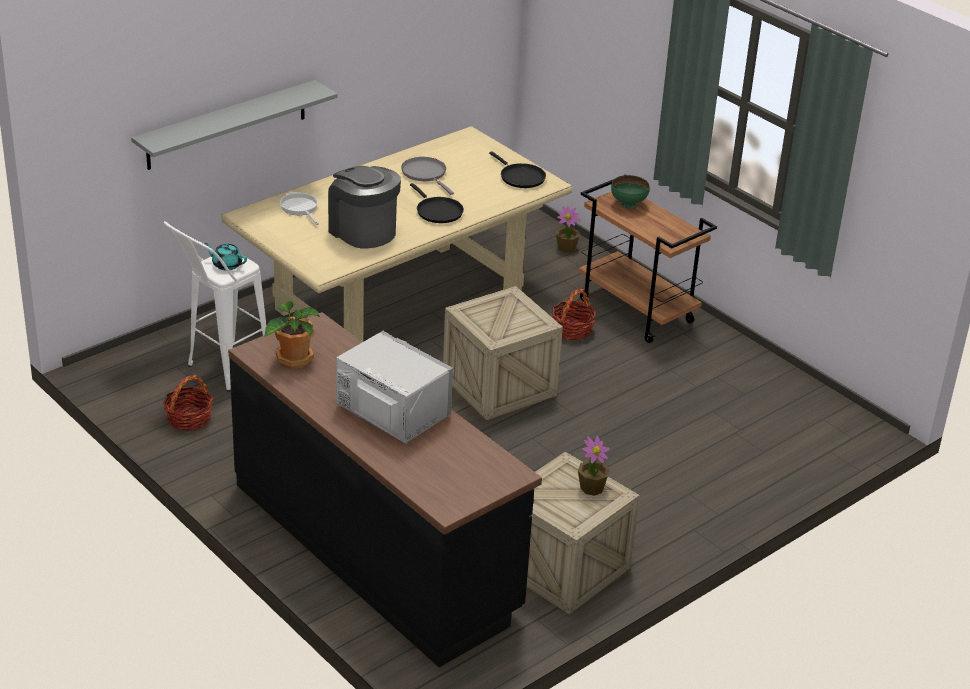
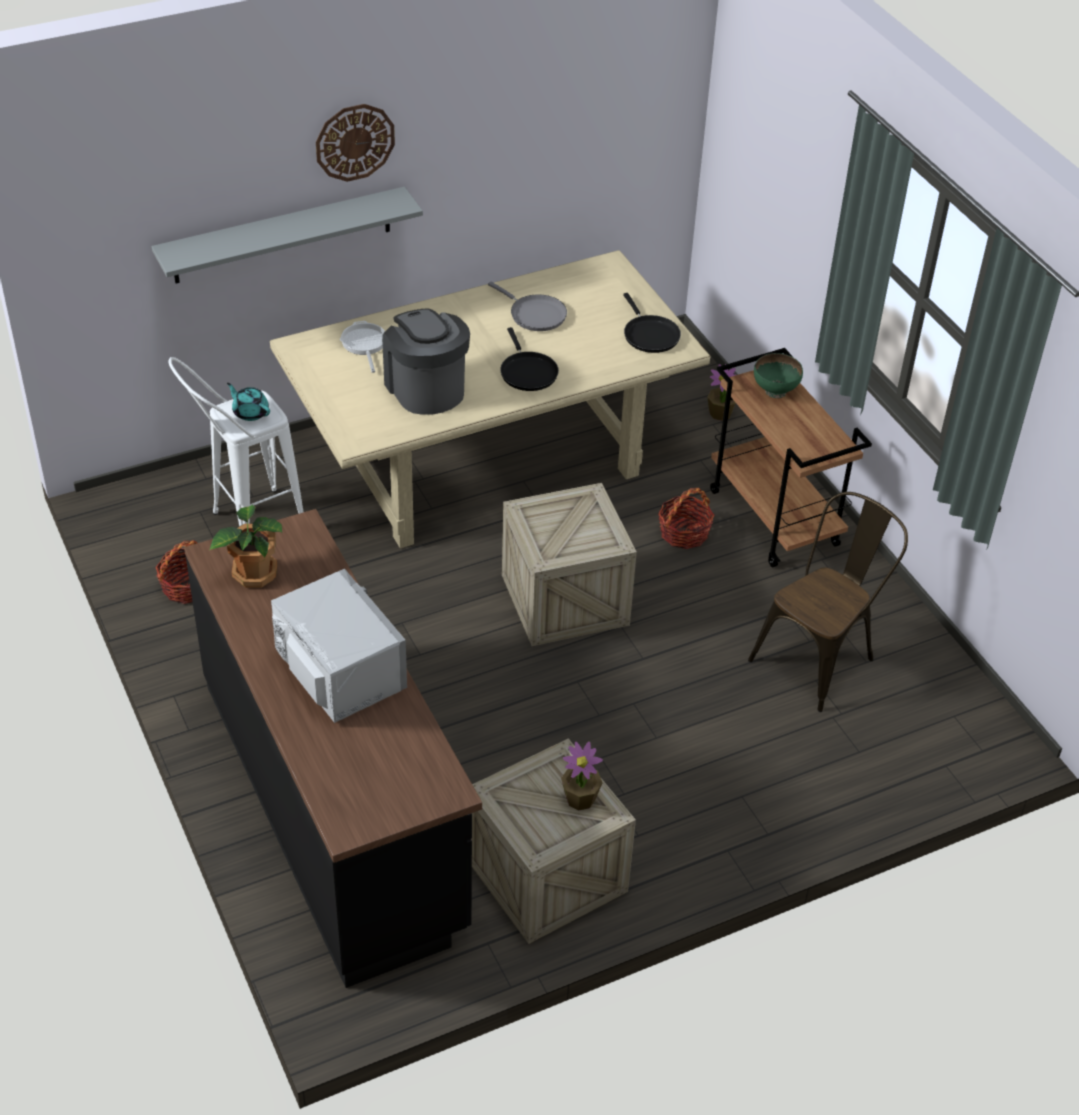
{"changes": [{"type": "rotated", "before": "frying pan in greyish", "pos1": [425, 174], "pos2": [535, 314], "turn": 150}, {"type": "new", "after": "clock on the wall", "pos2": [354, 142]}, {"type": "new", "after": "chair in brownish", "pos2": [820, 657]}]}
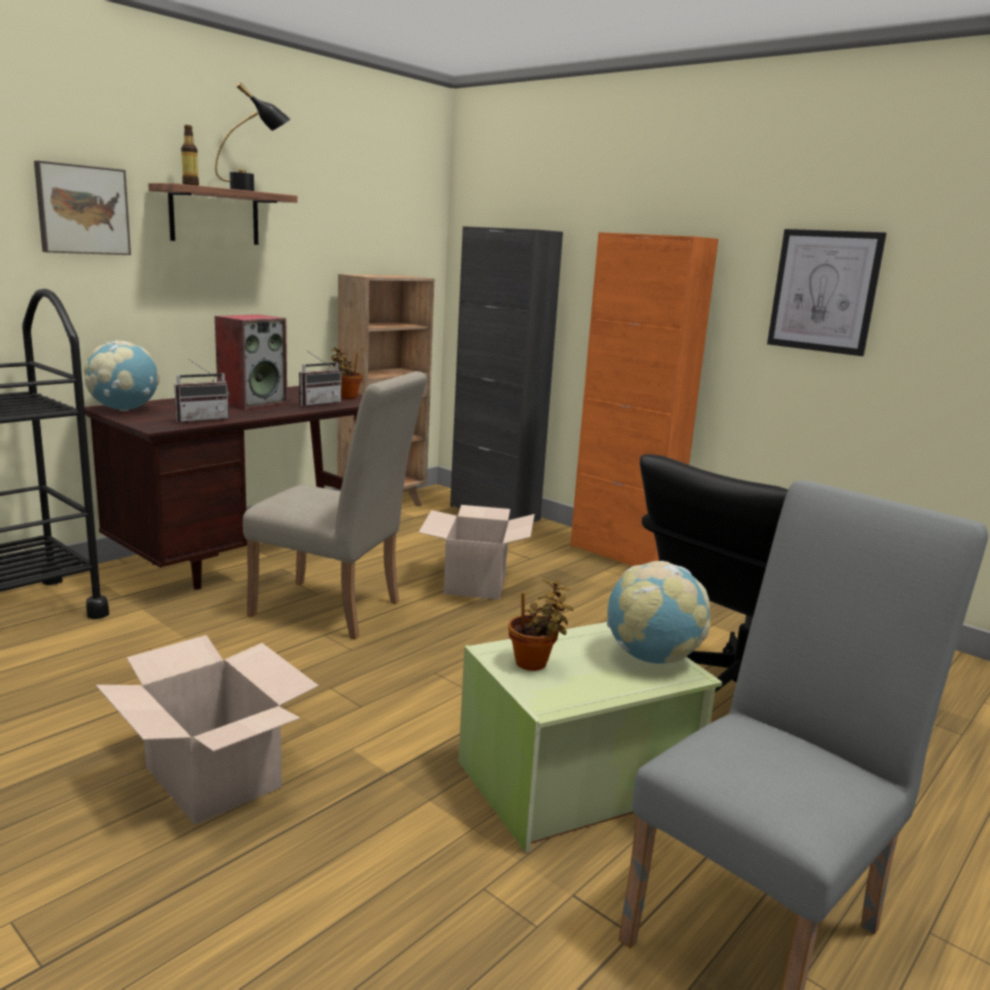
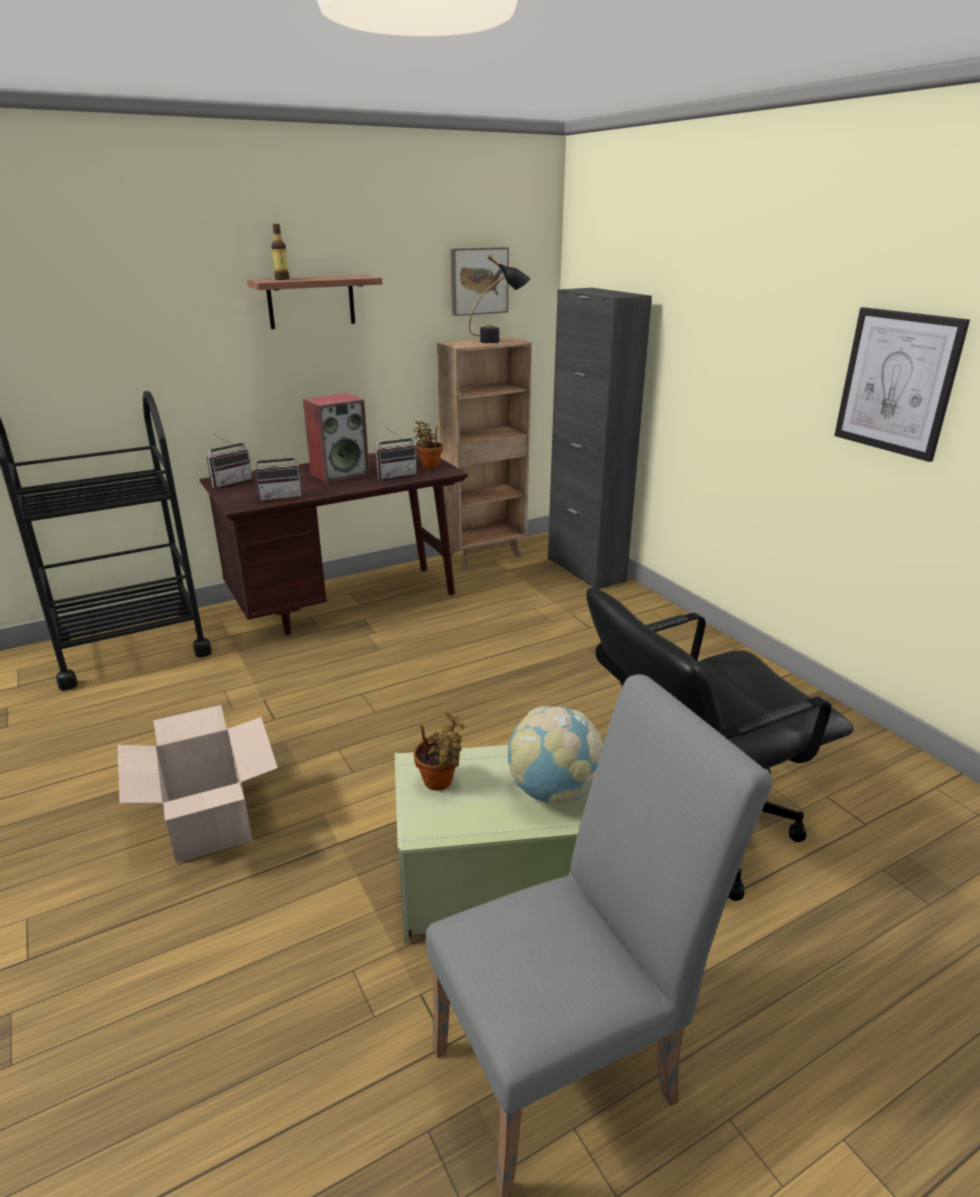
{"changes": [{"type": "shifted", "before": "wall art", "pos1": [82, 210], "pos2": [478, 281]}, {"type": "swapped", "before": "world globe", "after": "radio", "pos1": [124, 409], "pos2": [230, 482]}, {"type": "shifted", "before": "table lamp in black", "pos1": [254, 191], "pos2": [499, 341]}, {"type": "gone", "before": "chair in sand-coloured", "pos1": [335, 611]}, {"type": "gone", "before": "carton", "pos1": [476, 583]}, {"type": "gone", "before": "cupboard in orange-coloured", "pos1": [622, 554]}]}
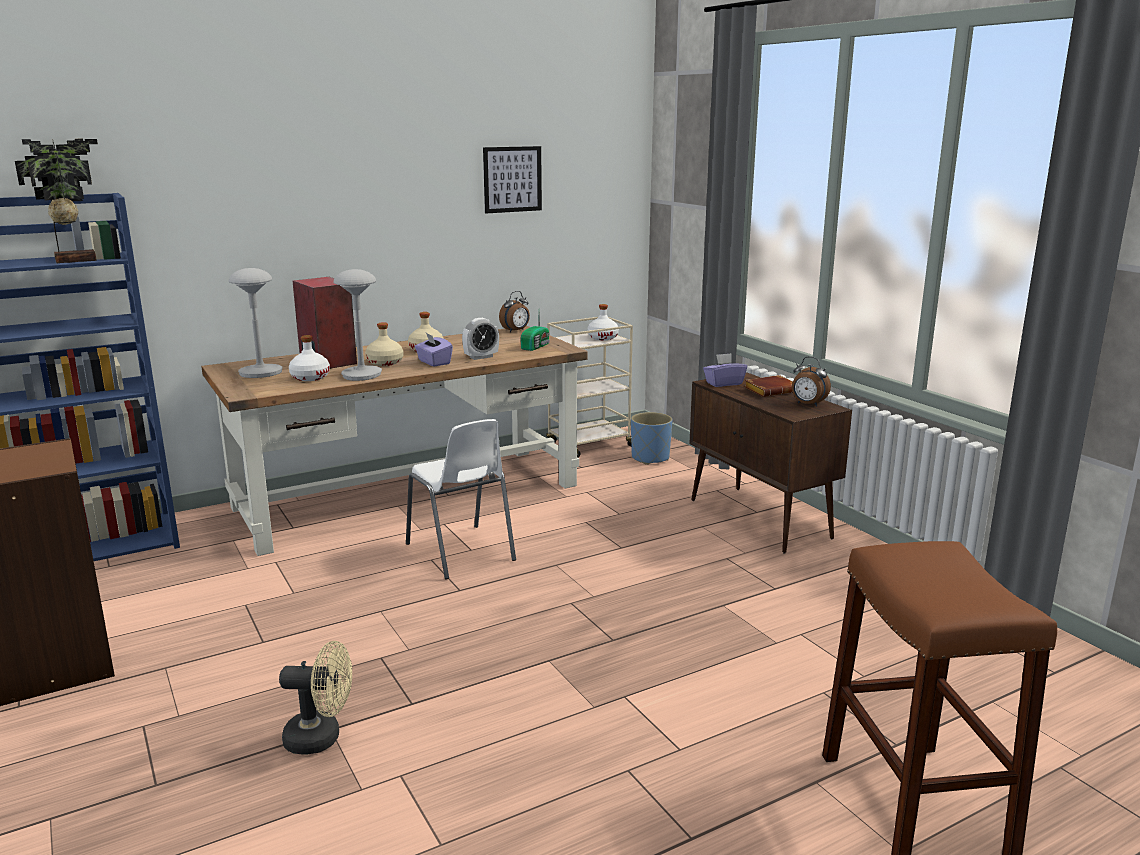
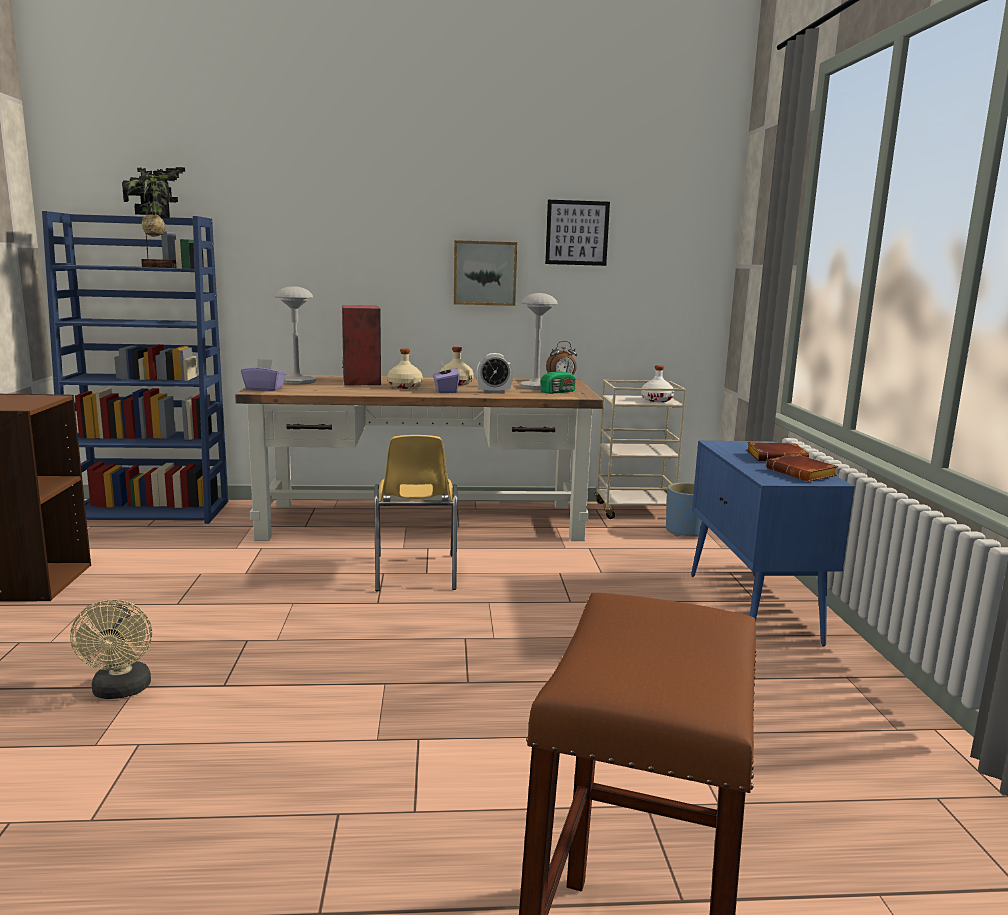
{"changes": [{"type": "rotated", "before": "electric fan in sand-coloured", "pos1": [321, 738], "pos2": [121, 691], "turn": 45}, {"type": "gone", "before": "beverage bottle in white-coloured", "pos1": [310, 377]}, {"type": "shifted", "before": "table lamp in greyish", "pos1": [362, 375], "pos2": [536, 387]}, {"type": "repainted", "before": "chair in white-coloured", "after": "chair in yellowish", "pos1": [461, 552], "pos2": [415, 573]}, {"type": "repainted", "before": "cupboard in brownish", "after": "cupboard in blue", "pos1": [760, 519], "pos2": [752, 608]}, {"type": "shifted", "before": "tissue box in purplish", "pos1": [723, 383], "pos2": [264, 389]}, {"type": "swapped", "before": "alarm clock", "after": "book in brownish", "pos1": [807, 404], "pos2": [803, 474]}, {"type": "new", "after": "wall art", "pos2": [484, 273]}]}
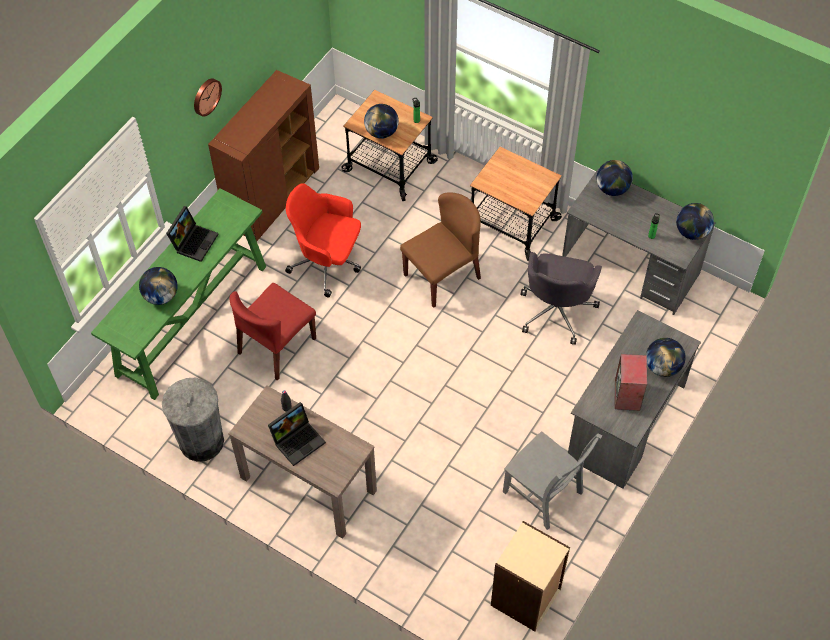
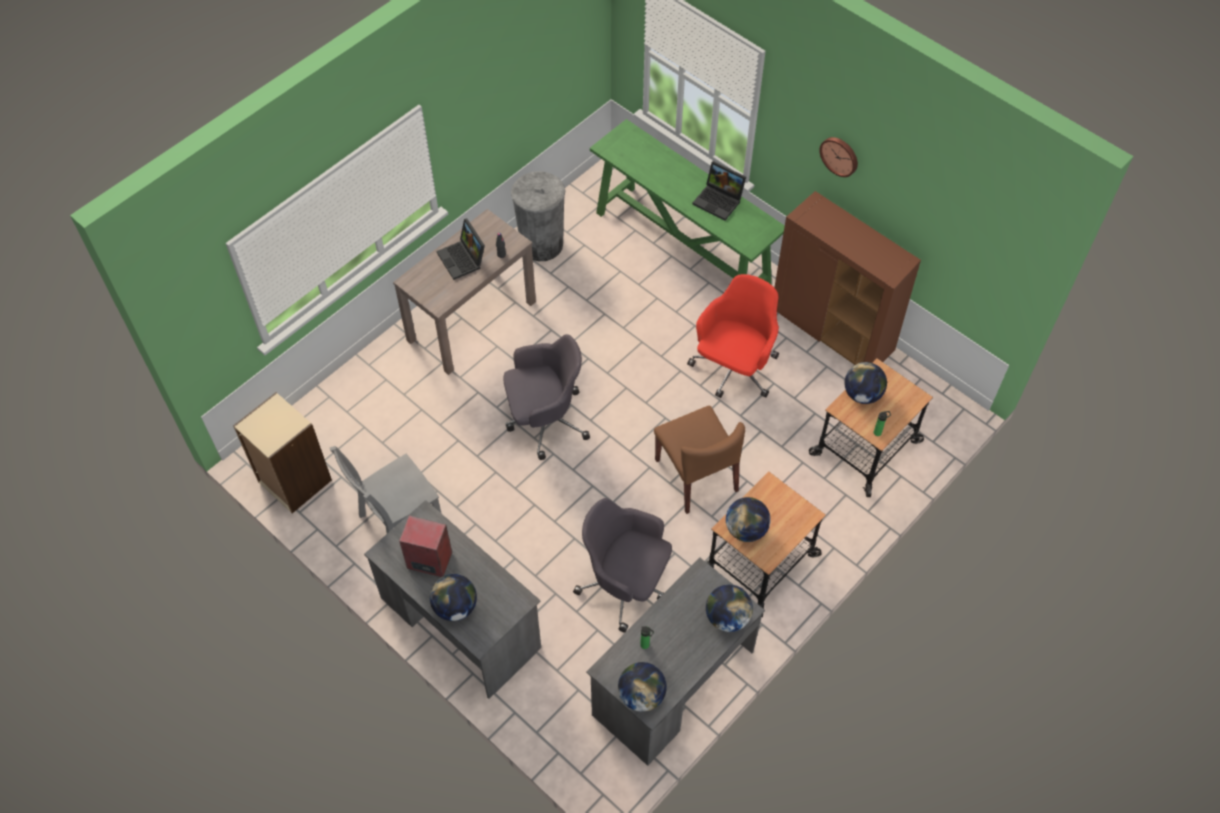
{"changes": [{"type": "shifted", "before": "world globe", "pos1": [161, 296], "pos2": [746, 529]}, {"type": "gone", "before": "chair in reddish", "pos1": [276, 346]}, {"type": "new", "after": "office chair in greyish", "pos2": [545, 420]}]}
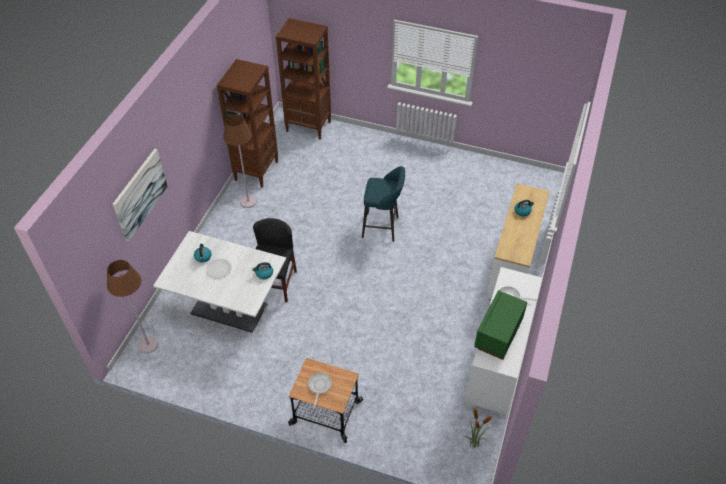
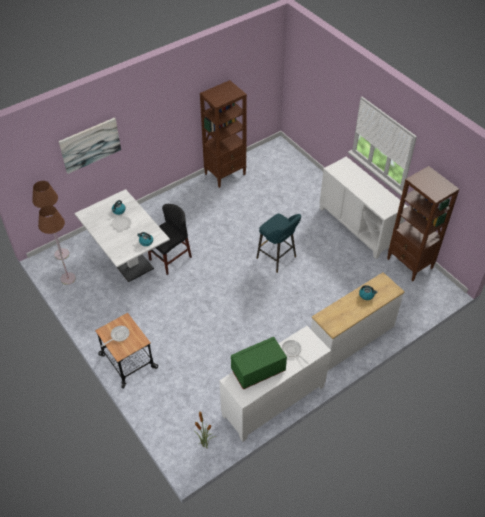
{"changes": [{"type": "shifted", "before": "standard lamp in brownish", "pos1": [248, 201], "pos2": [68, 278]}, {"type": "shifted", "before": "shelving unit in brownish", "pos1": [309, 127], "pos2": [410, 264]}, {"type": "new", "after": "cupboard in white-coloured", "pos2": [357, 226]}]}
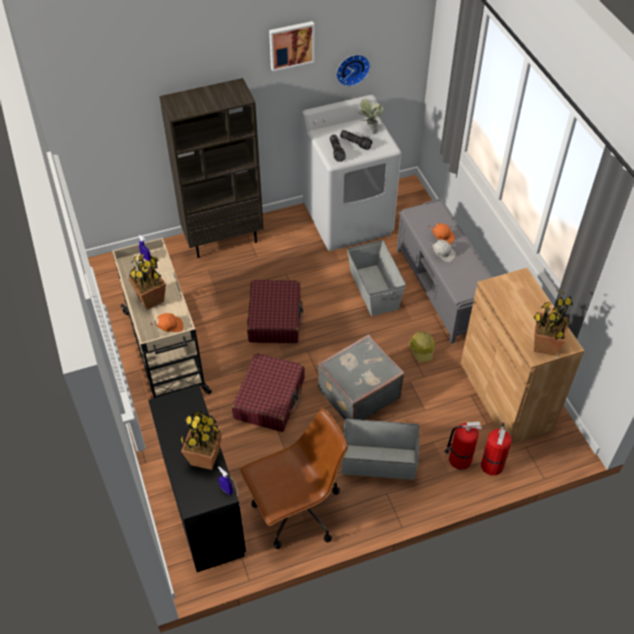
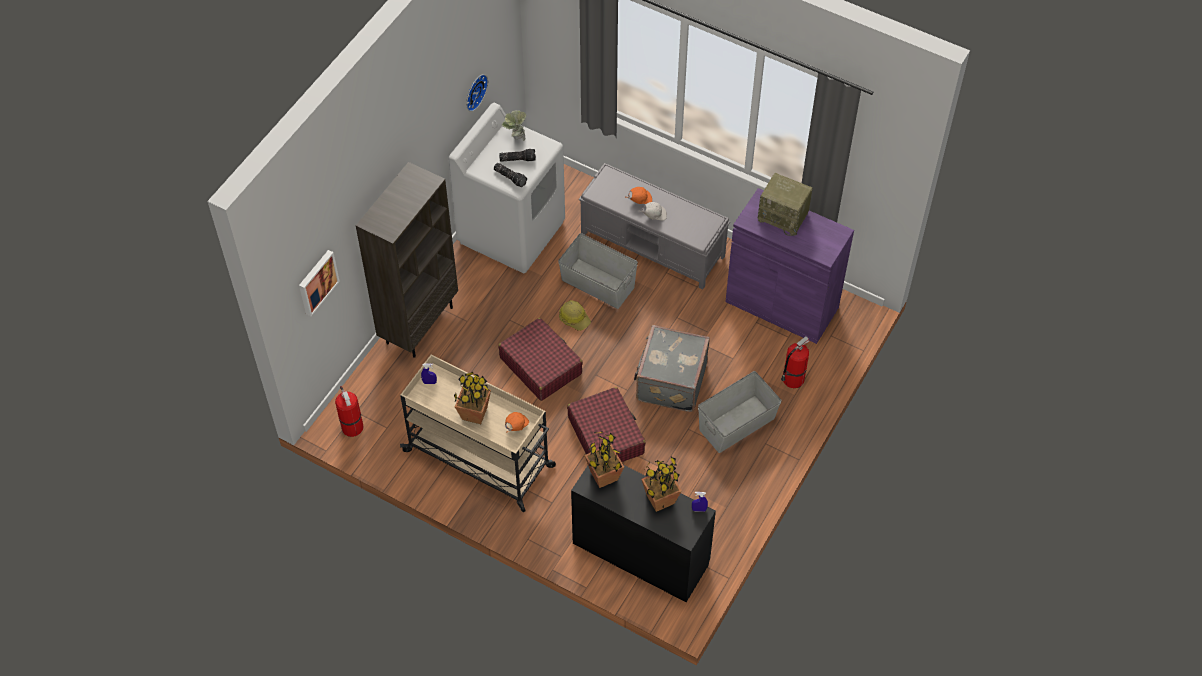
{"changes": [{"type": "gone", "before": "office chair in brownish", "pos1": [296, 511]}, {"type": "shifted", "before": "wall art", "pos1": [291, 45], "pos2": [317, 282]}, {"type": "shifted", "before": "work helmet", "pos1": [422, 349], "pos2": [574, 318]}, {"type": "repainted", "before": "cupboard in brownish", "after": "cupboard in purplish", "pos1": [505, 396], "pos2": [782, 304]}, {"type": "shifted", "before": "fire-fighting cylinder", "pos1": [492, 464], "pos2": [351, 426]}, {"type": "shifted", "before": "houseplant", "pos1": [545, 346], "pos2": [604, 476]}, {"type": "new", "after": "radio", "pos2": [784, 216]}]}
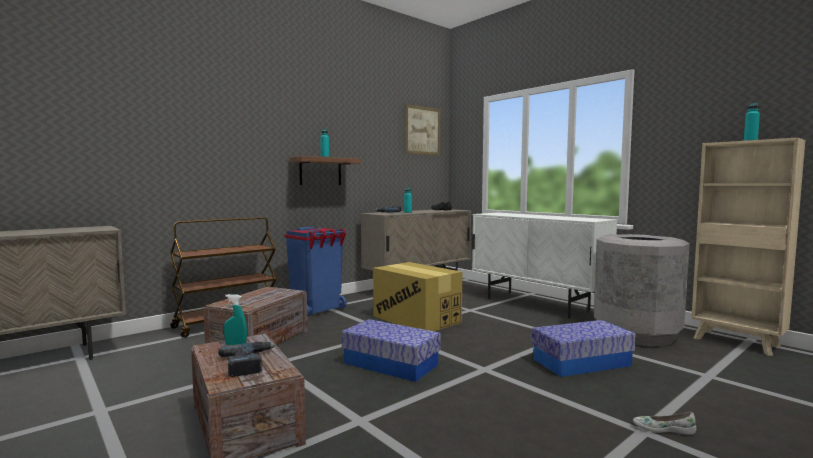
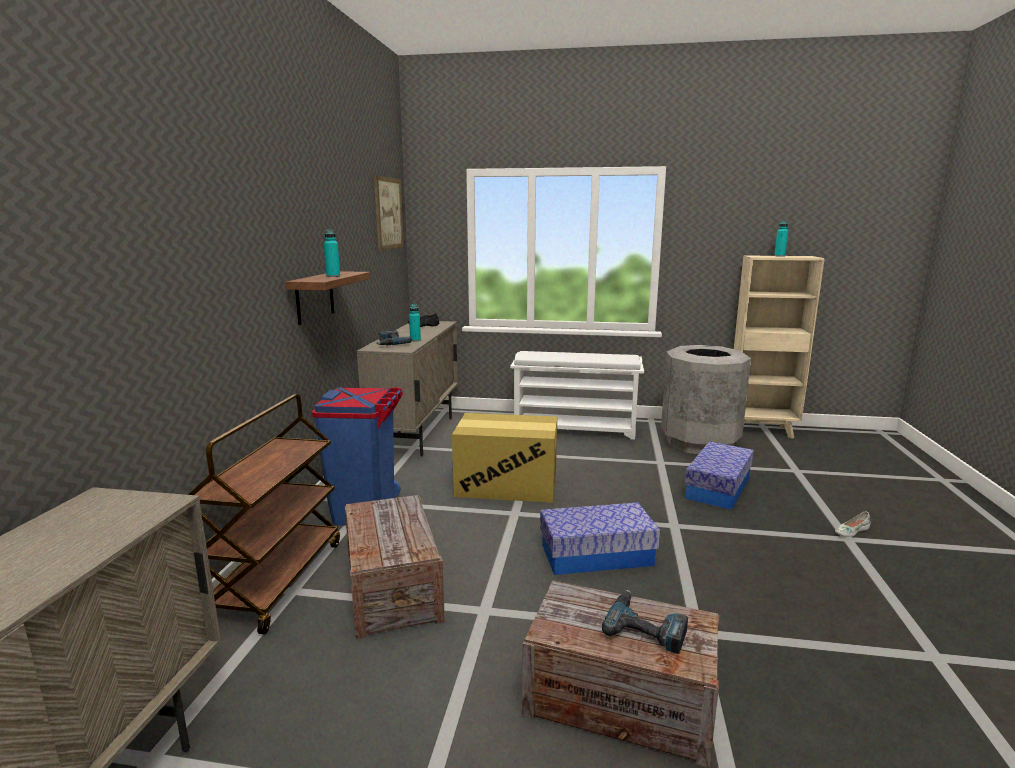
{"changes": [{"type": "gone", "before": "spray bottle in blue-green", "pos1": [235, 344]}, {"type": "swapped", "before": "cupboard in white-coloured", "after": "shoe rack in white-coloured", "pos1": [536, 304], "pos2": [575, 429]}]}
